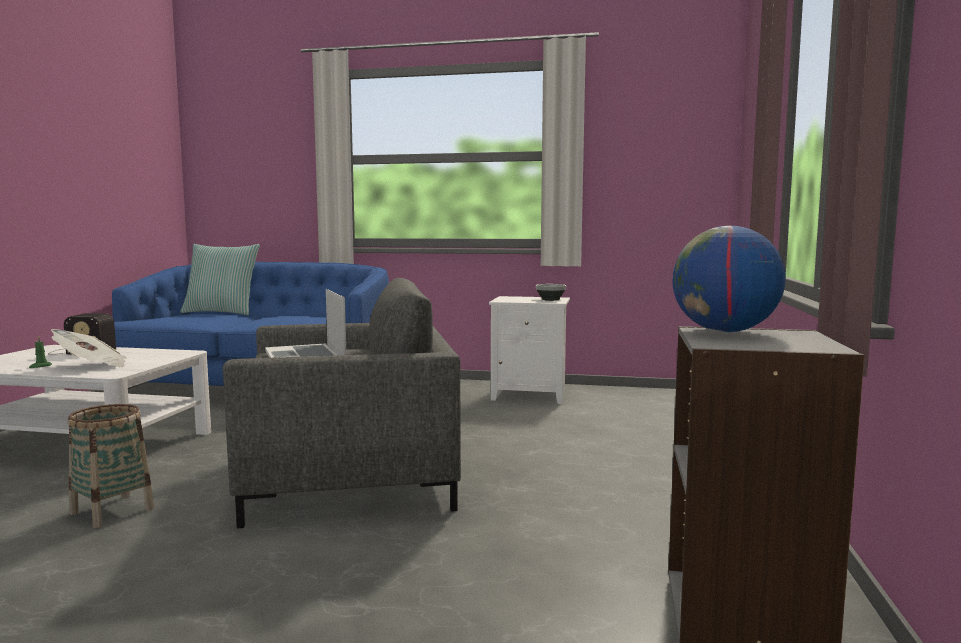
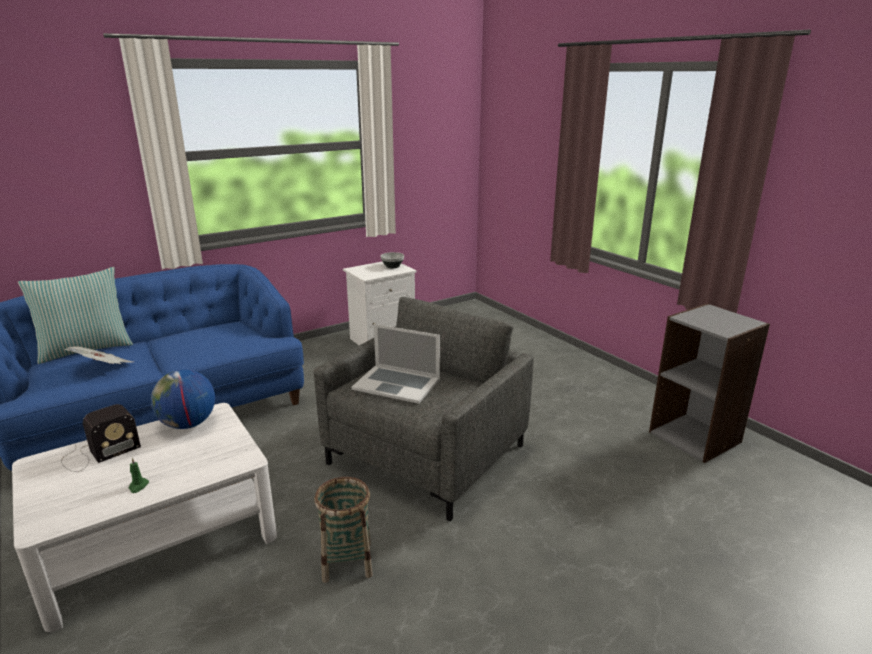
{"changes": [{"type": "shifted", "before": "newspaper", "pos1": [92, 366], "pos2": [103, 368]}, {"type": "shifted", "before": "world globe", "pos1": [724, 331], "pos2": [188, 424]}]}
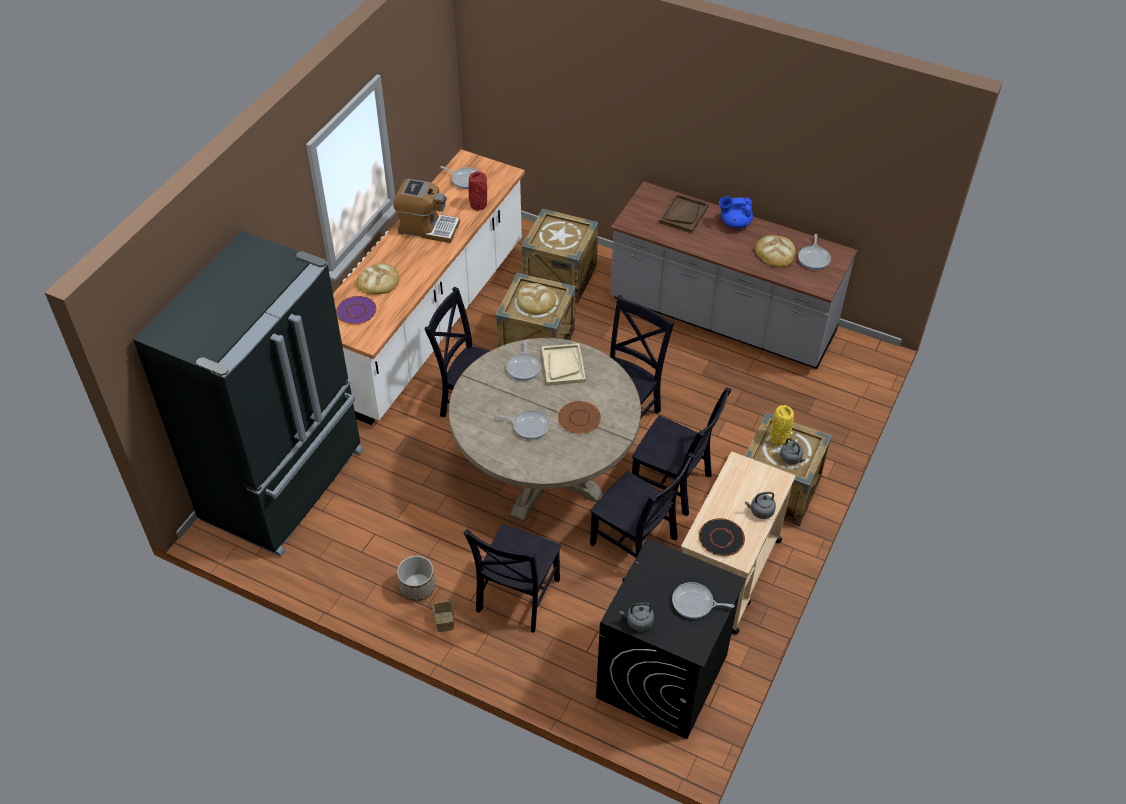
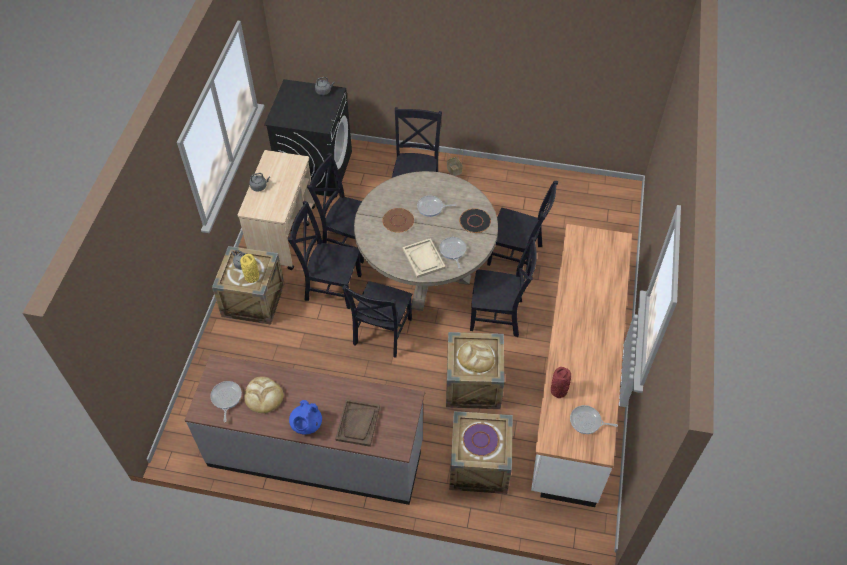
{"changes": [{"type": "gone", "before": "kitchen fridge in black", "pos1": [286, 485]}, {"type": "shifted", "before": "dinner plate in purplish", "pos1": [356, 311], "pos2": [480, 440]}, {"type": "gone", "before": "bakery bread", "pos1": [378, 281]}, {"type": "gone", "before": "coffee machine", "pos1": [427, 228]}, {"type": "gone", "before": "flower pot", "pos1": [417, 587]}, {"type": "gone", "before": "frying pan", "pos1": [695, 603]}, {"type": "shifted", "before": "dinner plate in black", "pos1": [721, 538], "pos2": [475, 221]}, {"type": "rotated", "before": "pot for tea in blue", "pos1": [734, 223], "pos2": [306, 425], "turn": 120}, {"type": "new", "after": "chair in black", "pos2": [517, 256]}]}
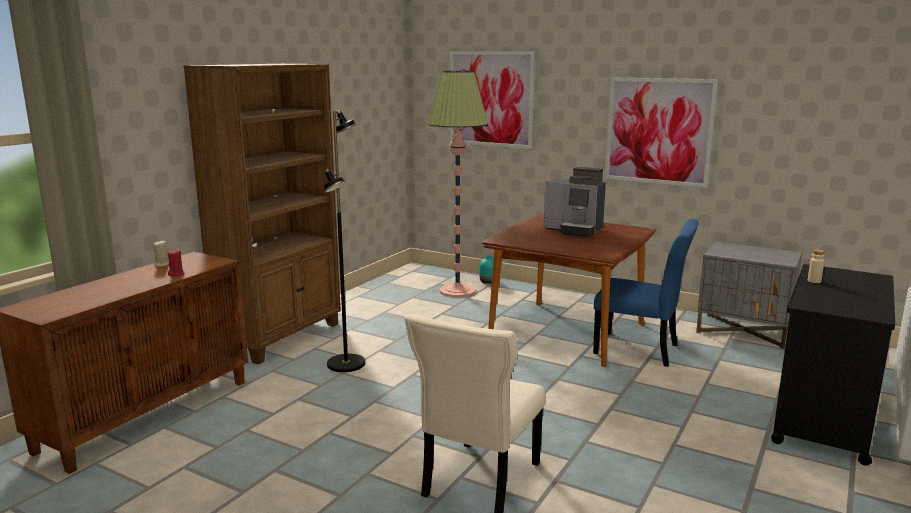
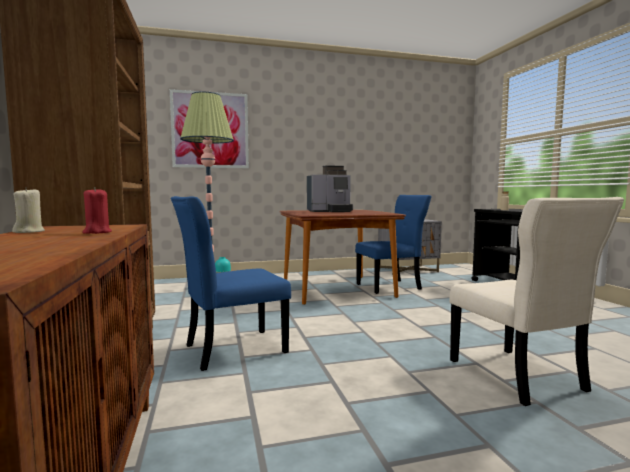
{"changes": [{"type": "swapped", "before": "standard lamp in black", "after": "chair in blue", "pos1": [347, 364], "pos2": [231, 349]}, {"type": "gone", "before": "wall art", "pos1": [658, 131]}]}
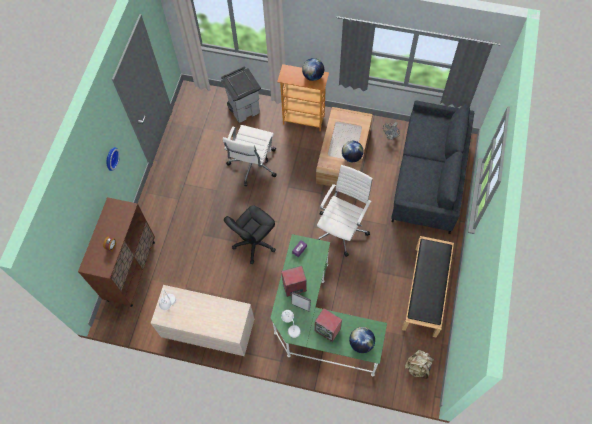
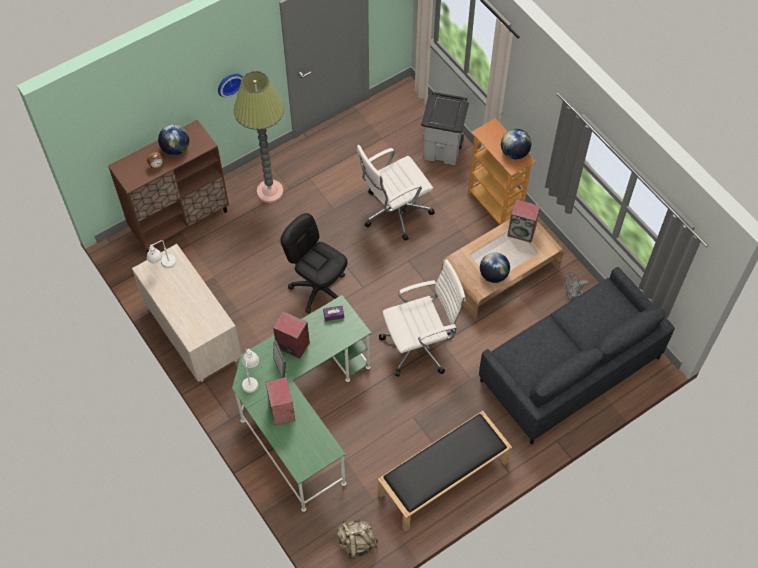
{"changes": [{"type": "rotated", "before": "office chair in black", "pos1": [254, 243], "pos2": [318, 288], "turn": 45}, {"type": "shifted", "before": "world globe", "pos1": [361, 343], "pos2": [176, 149]}, {"type": "new", "after": "standard lamp", "pos2": [270, 191]}, {"type": "new", "after": "speaker", "pos2": [522, 231]}]}
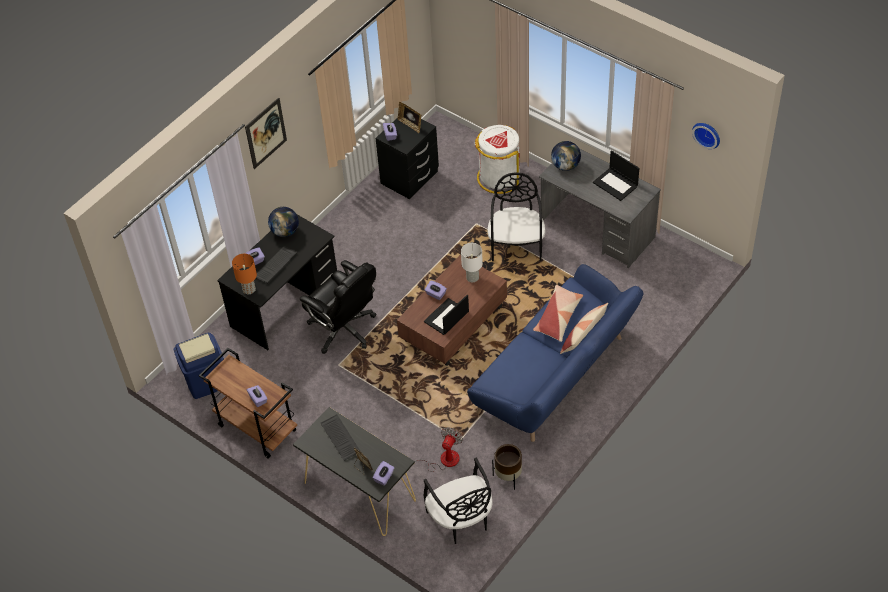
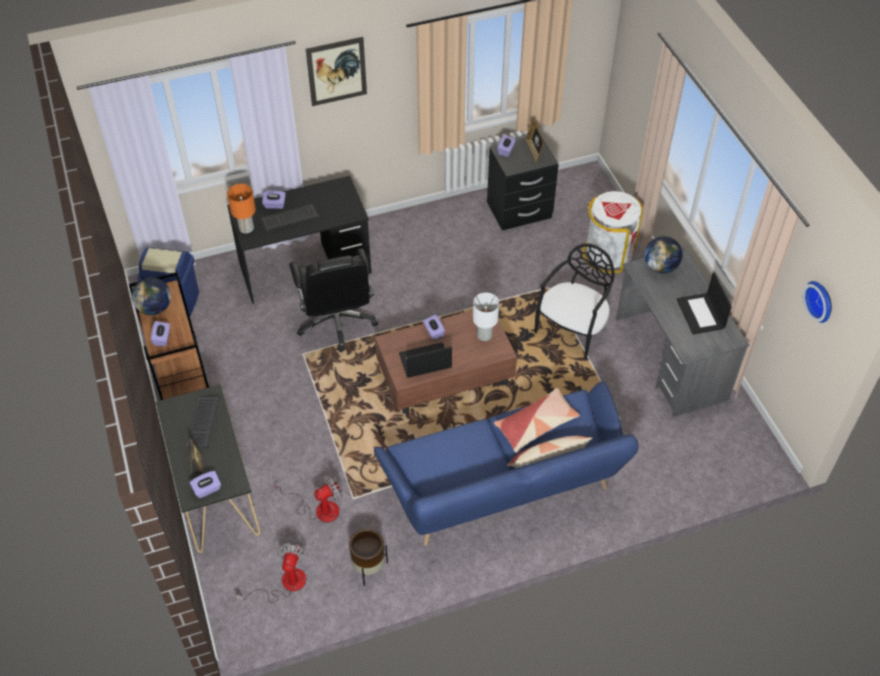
{"changes": [{"type": "shifted", "before": "world globe", "pos1": [285, 231], "pos2": [155, 308]}, {"type": "swapped", "before": "chair in black", "after": "electric fan", "pos1": [461, 520], "pos2": [285, 584]}]}
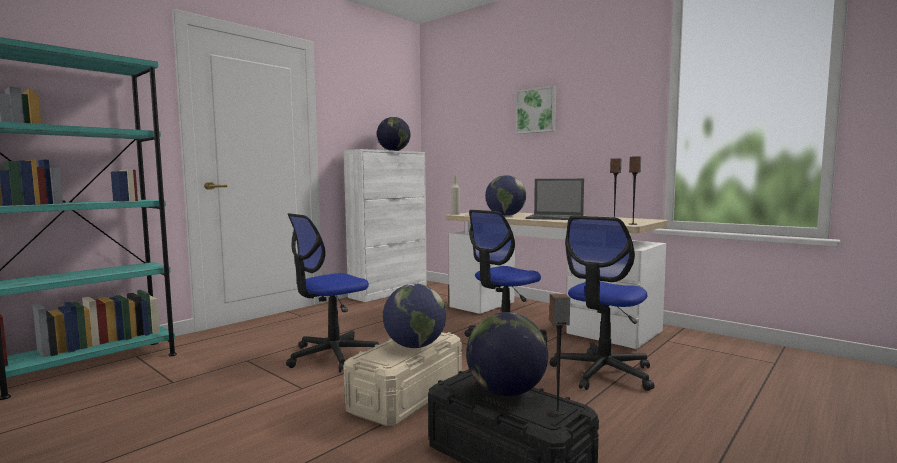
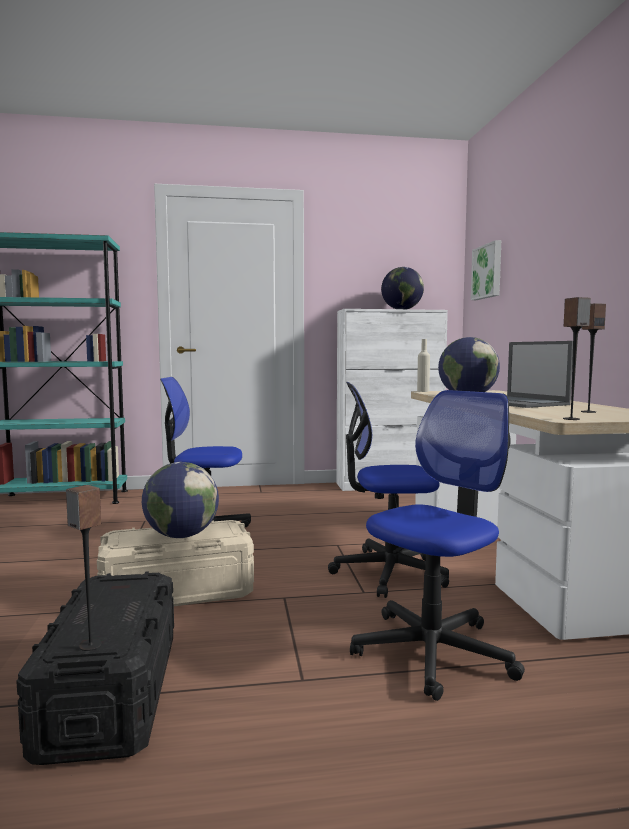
{"changes": [{"type": "gone", "before": "world globe", "pos1": [506, 392]}, {"type": "shifted", "before": "wall art", "pos1": [536, 110], "pos2": [488, 271]}, {"type": "rotated", "before": "office chair", "pos1": [603, 372], "pos2": [433, 652], "turn": 150}]}
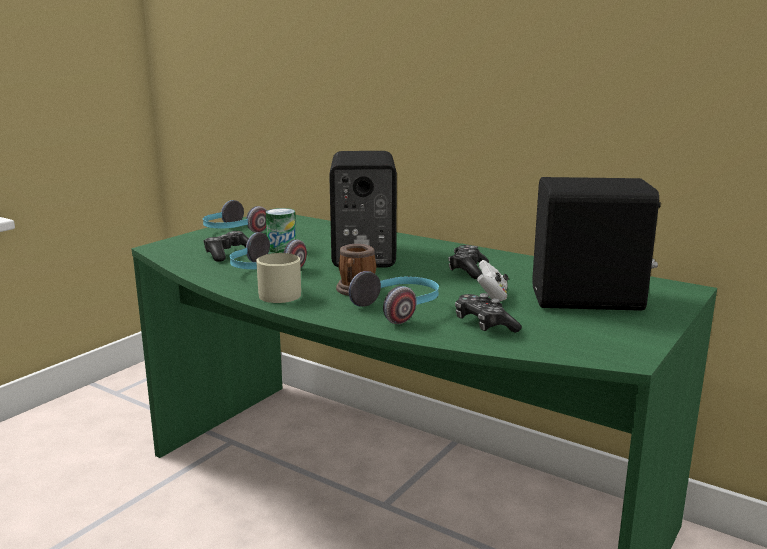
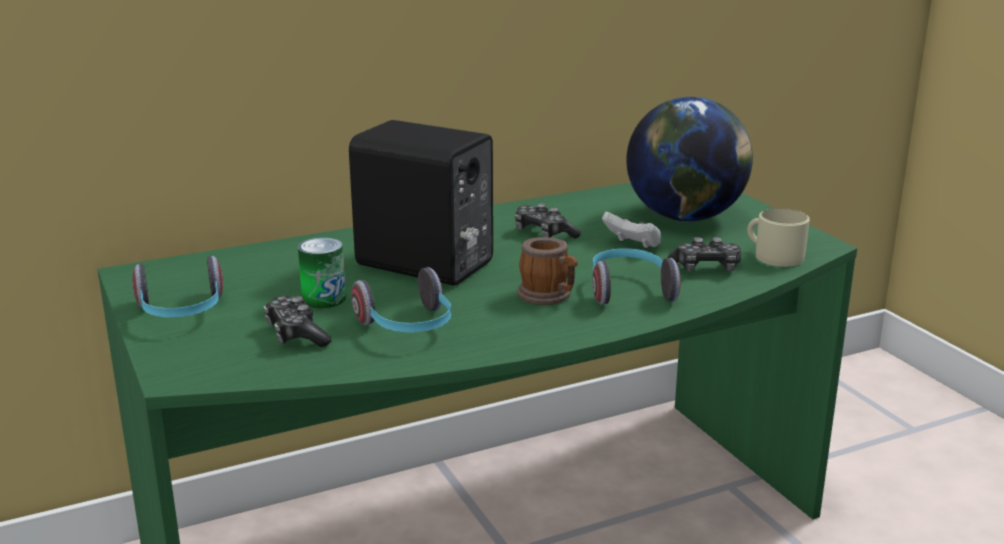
{"changes": [{"type": "shifted", "before": "coffee mug in sand-coloured", "pos1": [281, 293], "pos2": [773, 255]}, {"type": "swapped", "before": "speaker in black", "after": "world globe", "pos1": [588, 301], "pos2": [685, 217]}]}
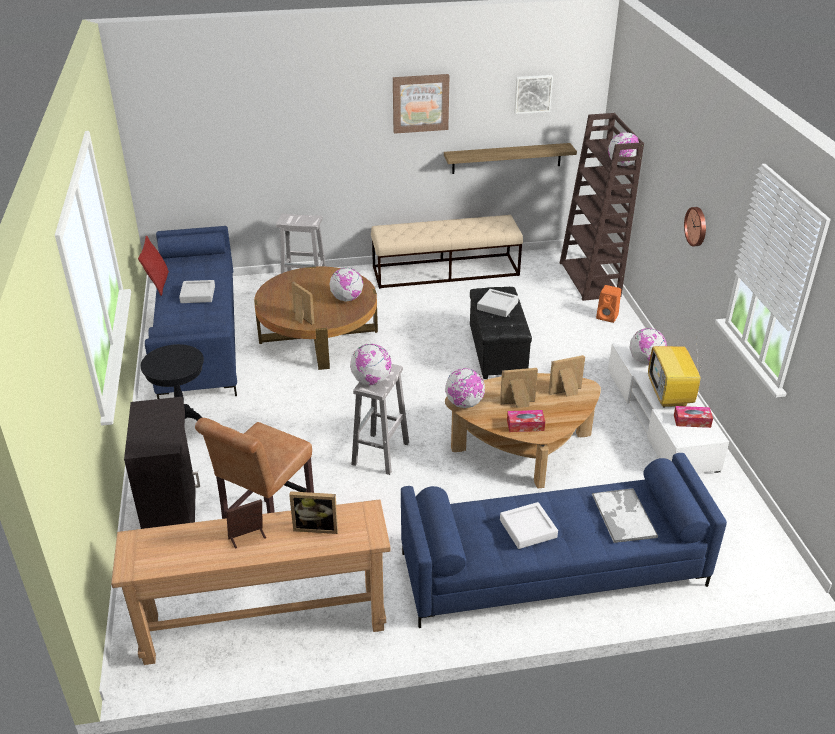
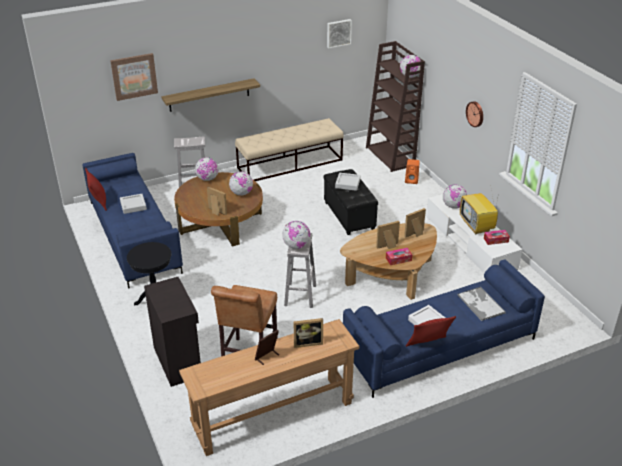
{"changes": [{"type": "shifted", "before": "wall art", "pos1": [420, 103], "pos2": [134, 76]}, {"type": "shifted", "before": "bracket shelf", "pos1": [507, 158], "pos2": [209, 95]}, {"type": "shifted", "before": "world globe", "pos1": [464, 404], "pos2": [207, 179]}, {"type": "new", "after": "cushion in reddish", "pos2": [428, 345]}]}
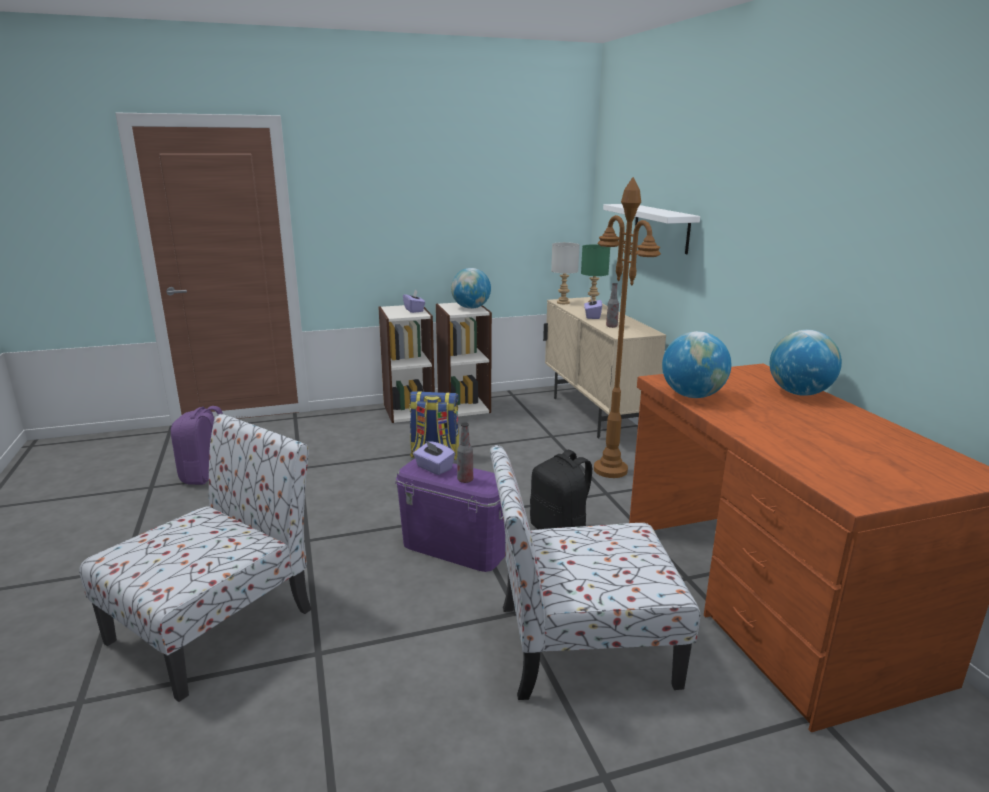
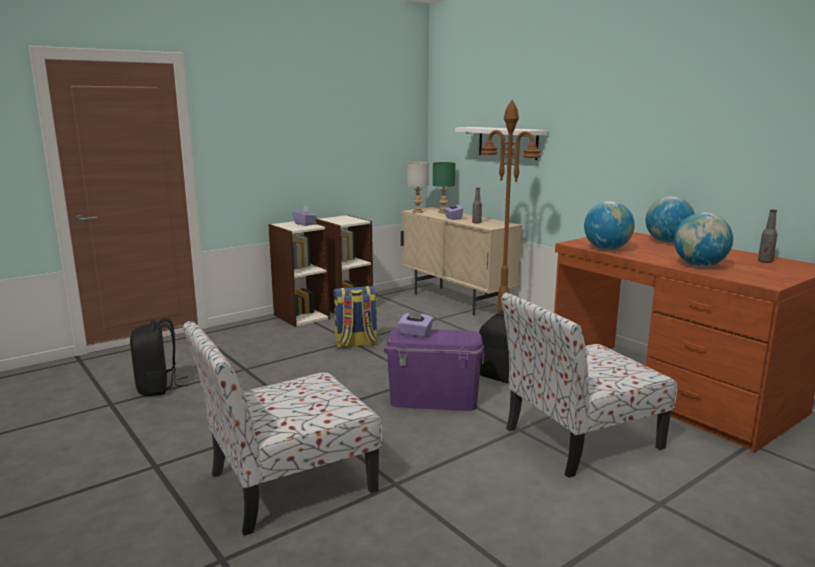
{"changes": [{"type": "rotated", "before": "chair", "pos1": [216, 623], "pos2": [288, 484], "turn": -135}, {"type": "repainted", "before": "backpack in purplish", "after": "backpack in black", "pos1": [206, 475], "pos2": [158, 387]}, {"type": "shifted", "before": "world globe", "pos1": [471, 308], "pos2": [699, 266]}, {"type": "shifted", "before": "beverage bottle", "pos1": [465, 480], "pos2": [765, 261]}]}
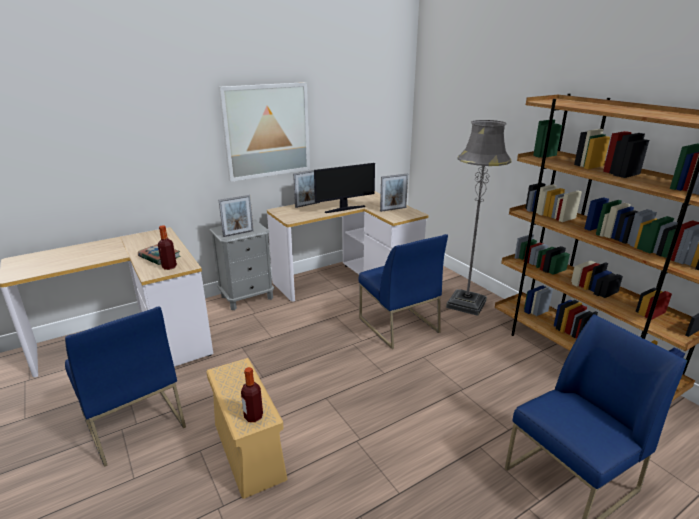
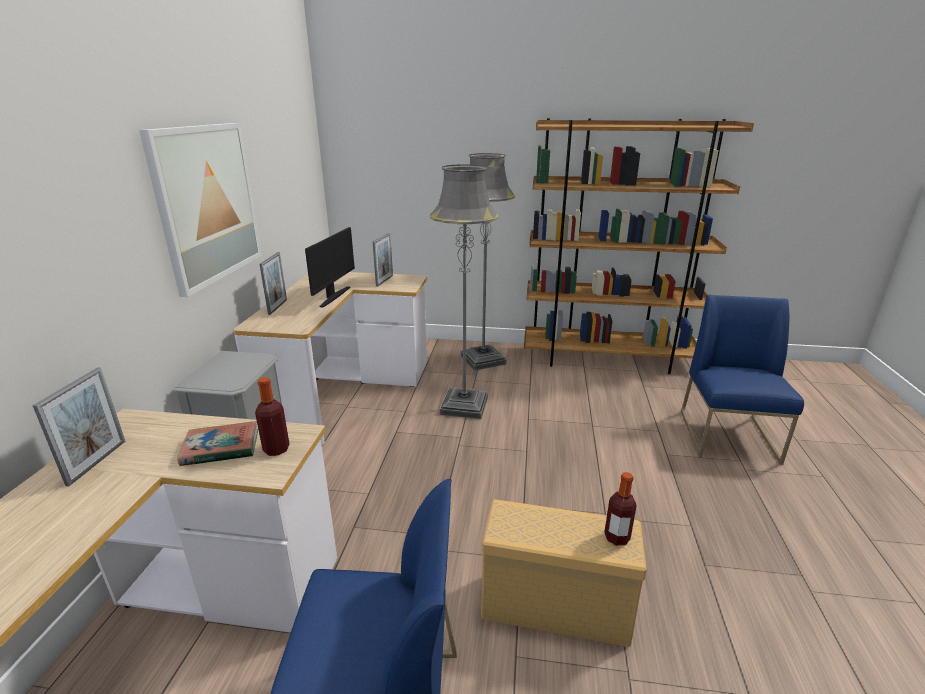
{"changes": [{"type": "shifted", "before": "picture frame", "pos1": [238, 233], "pos2": [97, 462]}, {"type": "swapped", "before": "chair in blue", "after": "standard lamp in greyish", "pos1": [397, 325], "pos2": [464, 406]}]}
